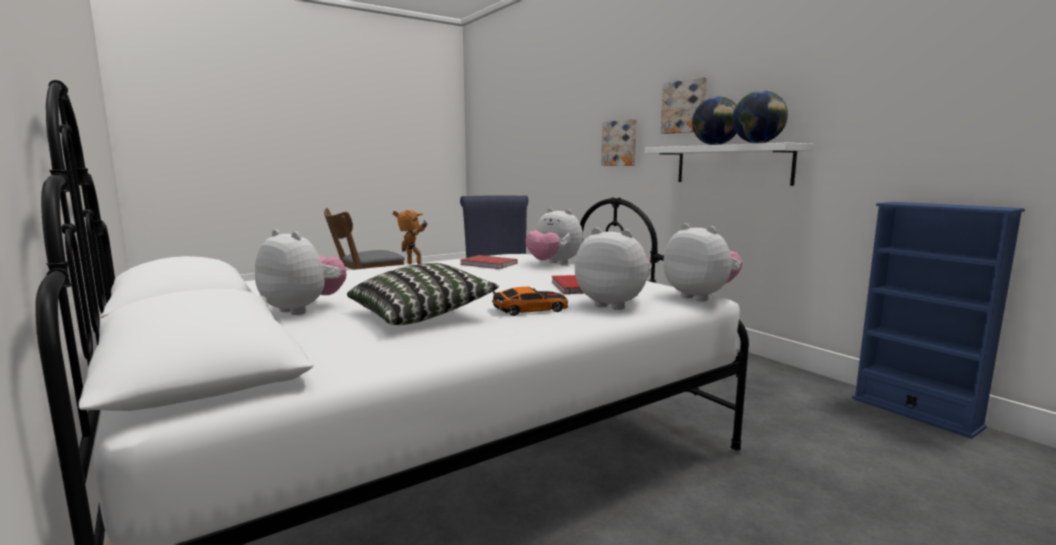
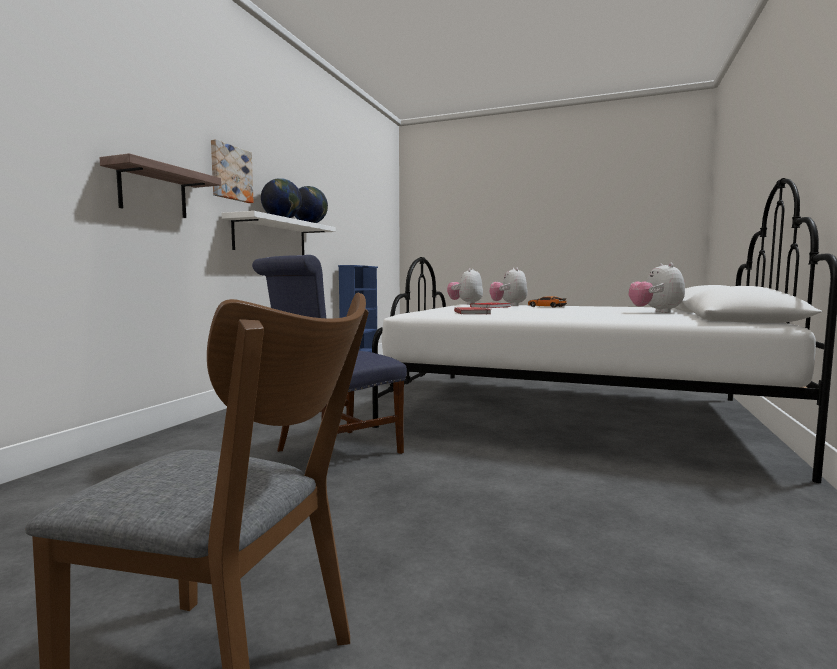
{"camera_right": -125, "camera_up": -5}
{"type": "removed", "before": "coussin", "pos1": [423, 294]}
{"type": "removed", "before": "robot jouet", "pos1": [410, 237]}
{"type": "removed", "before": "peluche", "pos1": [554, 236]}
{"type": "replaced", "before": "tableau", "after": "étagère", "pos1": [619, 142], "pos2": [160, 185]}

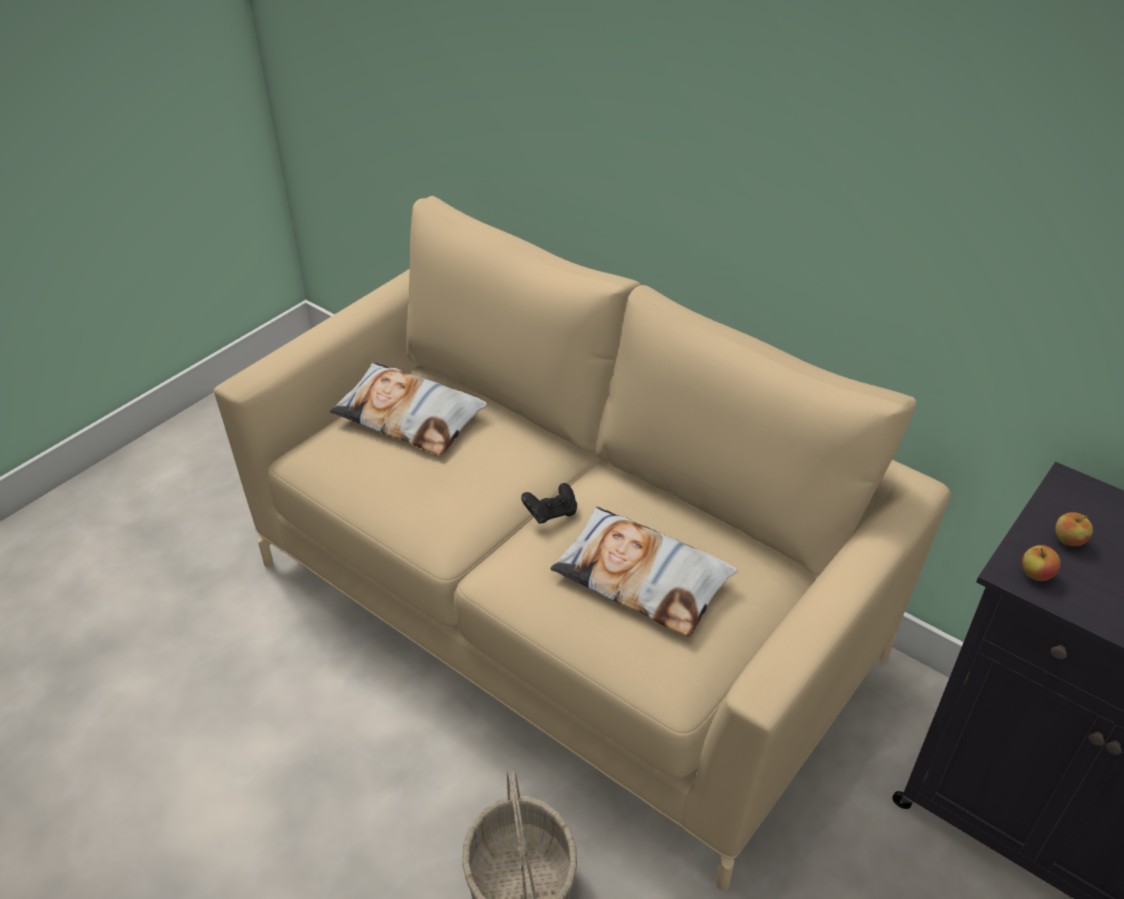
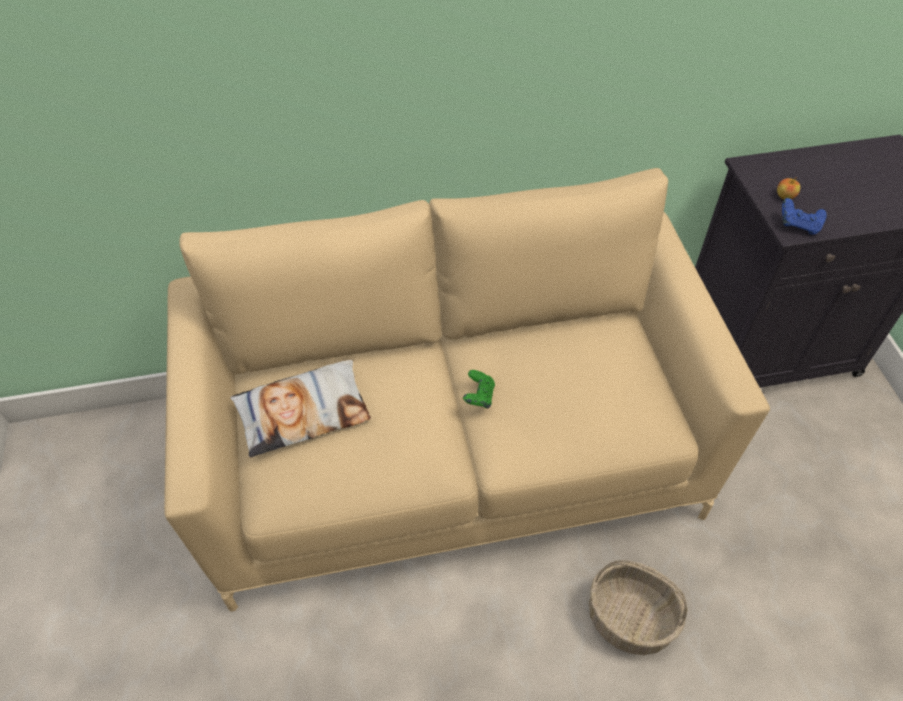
{"camera_right": -50, "camera_up": 10}
{"type": "removed", "before": "coussin", "pos1": [643, 572]}
{"type": "replaced", "before": "pomme", "after": "manette (bleu)", "pos1": [1041, 563], "pos2": [804, 216]}
{"type": "recoloured", "before": "manette (noir)", "after": "manette (vert)", "pos1": [549, 503], "pos2": [479, 389]}

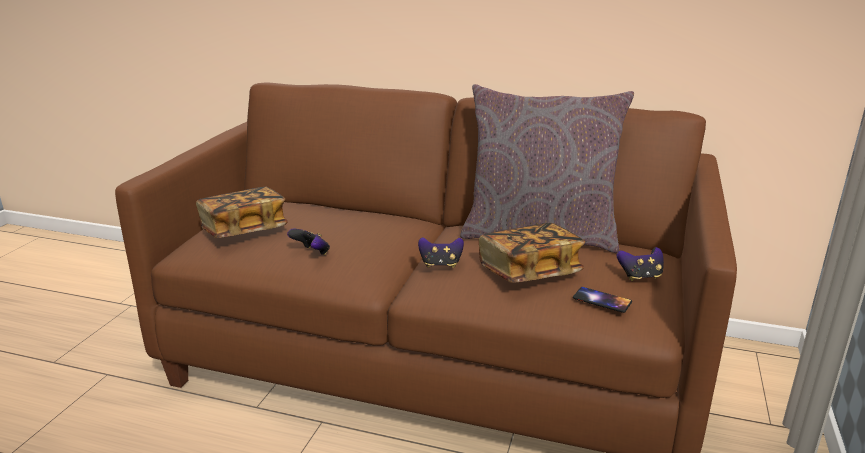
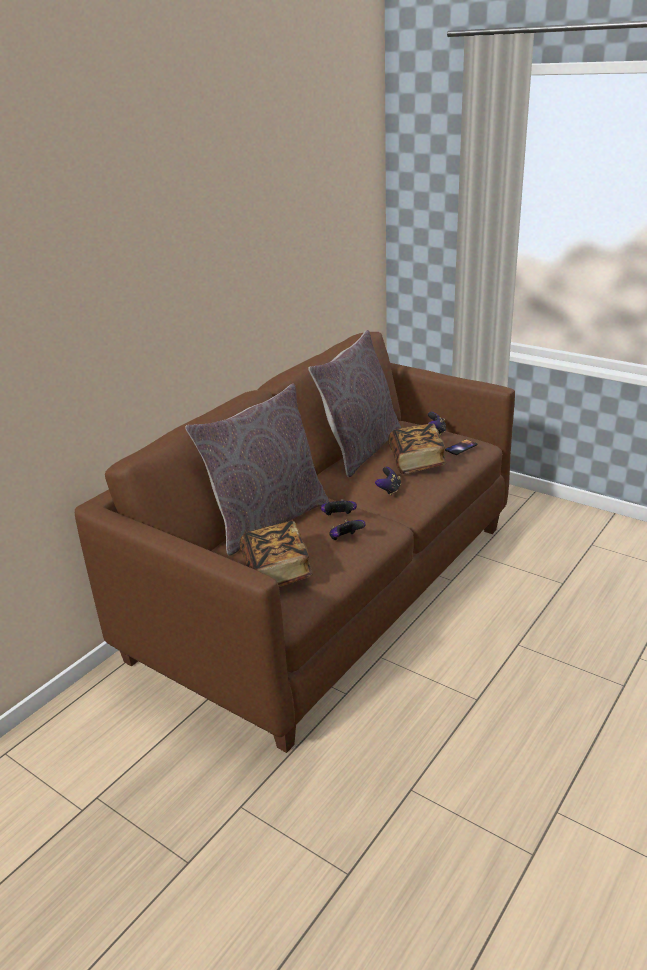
{"camera_right": -70, "camera_up": 5}
{"type": "added", "after": "coussin (gris)", "pos2": [257, 470]}
{"type": "added", "after": "manette", "pos2": [339, 507]}

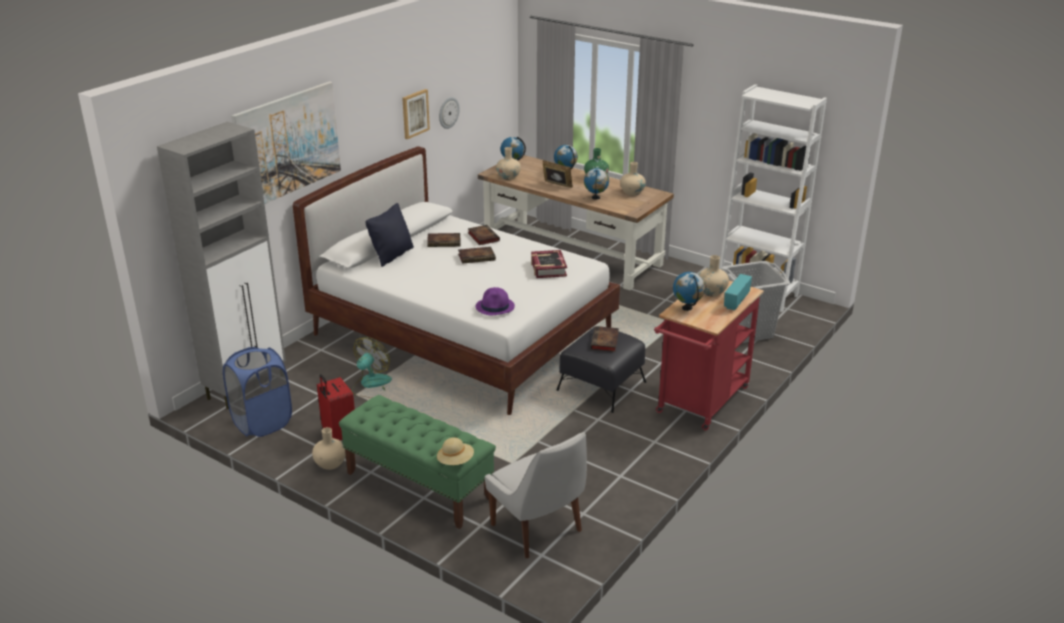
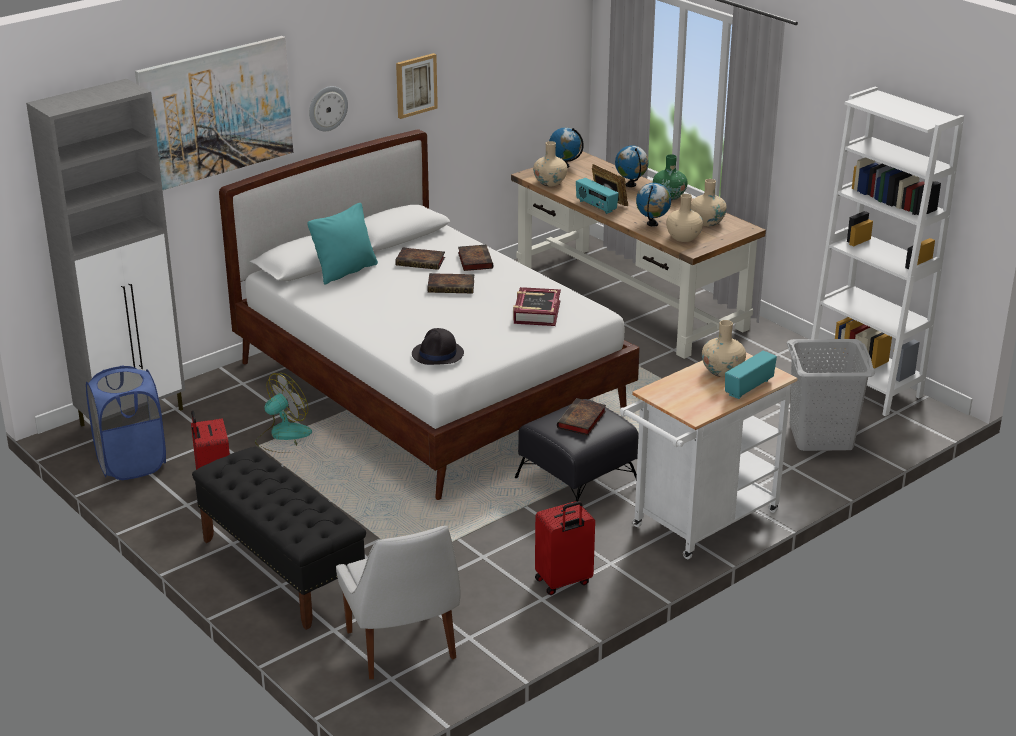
{"camera_right": 15, "camera_up": 0}
{"type": "removed", "before": "chapeau (beige)", "pos1": [455, 451]}
{"type": "removed", "before": "globe", "pos1": [689, 291]}
{"type": "added", "after": "valise (rouge)", "pos2": [565, 548]}
{"type": "added", "after": "radio", "pos2": [597, 196]}
{"type": "moved", "before": "vase (beige)", "pos1": [329, 448], "pos2": [684, 218]}
{"type": "moved", "before": "horloge murale", "pos1": [449, 113], "pos2": [328, 108]}
{"type": "recoloured", "before": "banc (vert)", "after": "banc (noir)", "pos1": [417, 462], "pos2": [279, 538]}
{"type": "recoloured", "before": "coussin (noir)", "after": "coussin (turquoise)", "pos1": [389, 235], "pos2": [343, 243]}
{"type": "recoloured", "before": "chapeau (violet)", "after": "chapeau (noir)", "pos1": [495, 301], "pos2": [438, 346]}
{"type": "recoloured", "before": "chariot (rouge)", "after": "chariot (blanc)", "pos1": [709, 355], "pos2": [708, 455]}

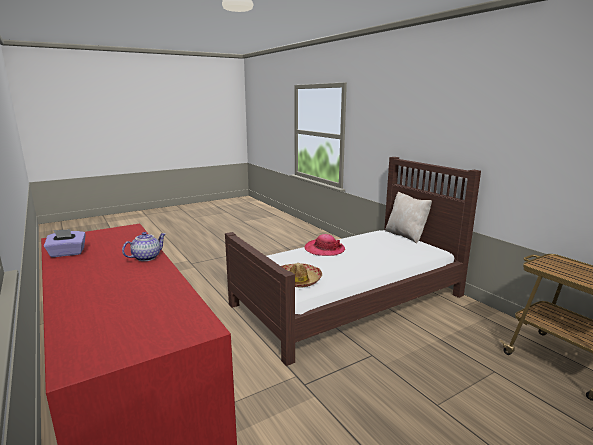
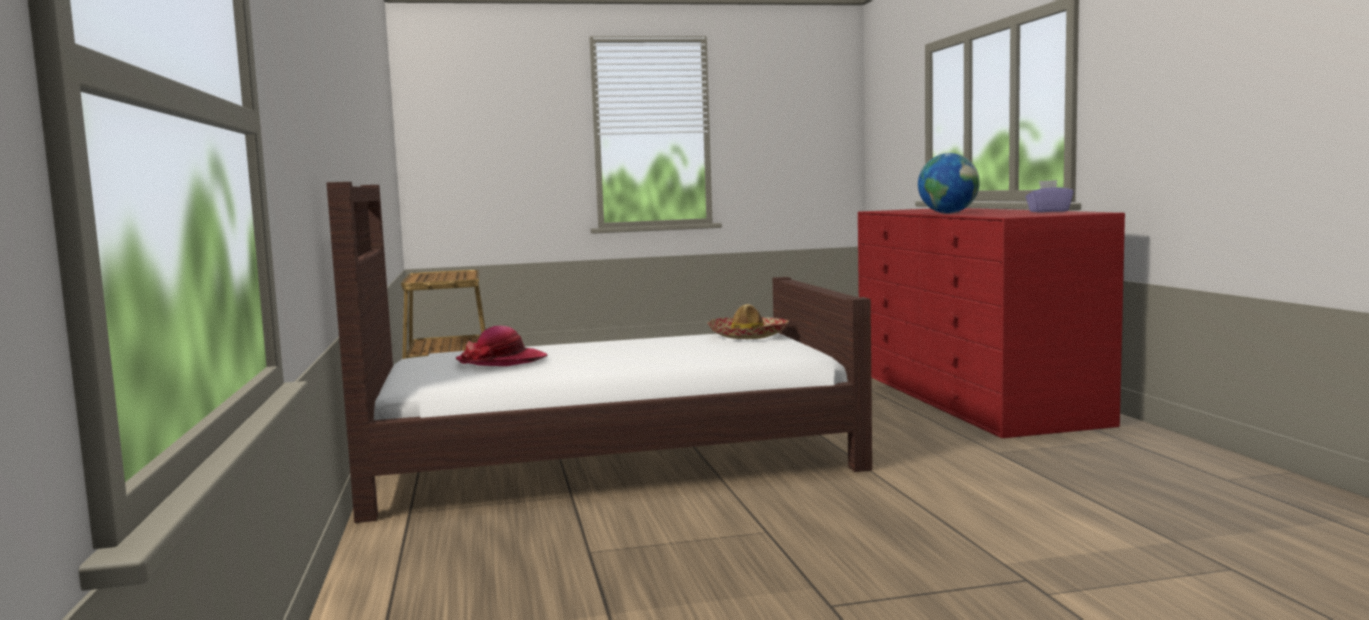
{"camera_right": -160, "camera_up": -10}
{"type": "removed", "before": "coussin (beige)", "pos1": [408, 217]}
{"type": "moved", "before": "chapeau", "pos1": [325, 245], "pos2": [501, 346]}
{"type": "replaced", "before": "théière", "after": "globe", "pos1": [144, 246], "pos2": [949, 183]}

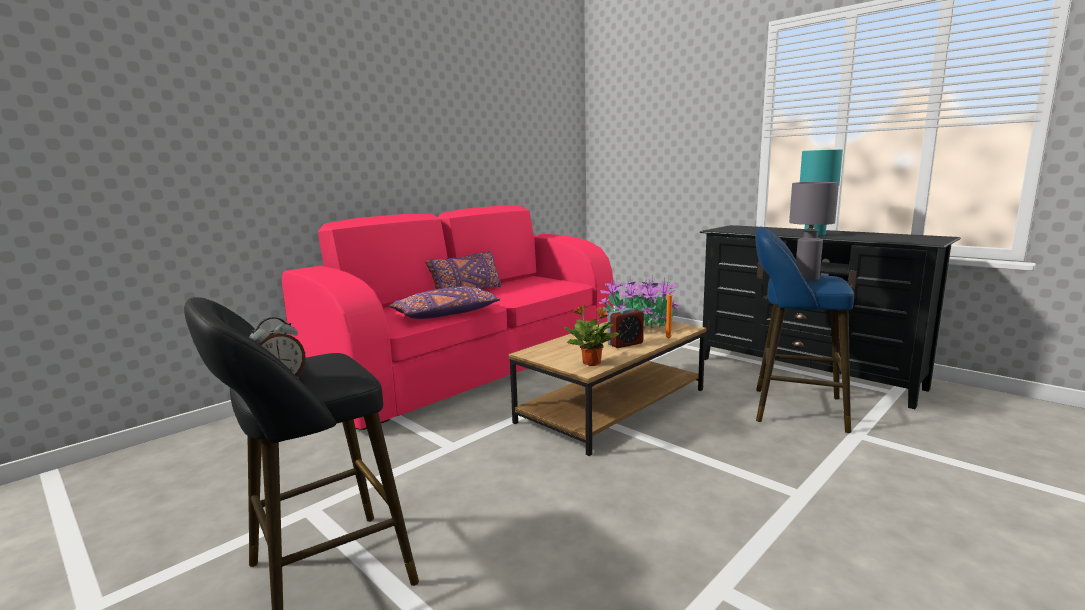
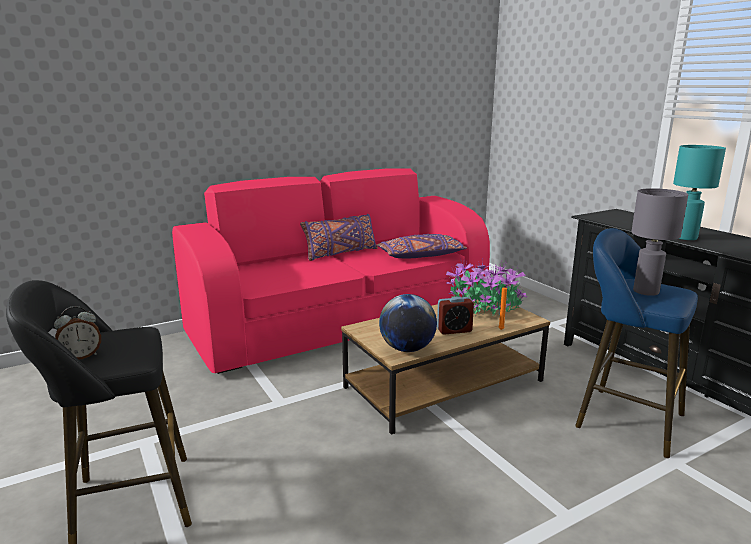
{"camera_right": 15, "camera_up": 5}
{"type": "moved", "before": "coussin (violet)", "pos1": [445, 302], "pos2": [422, 246]}
{"type": "replaced", "before": "plante en pot", "after": "globe", "pos1": [591, 335], "pos2": [408, 323]}

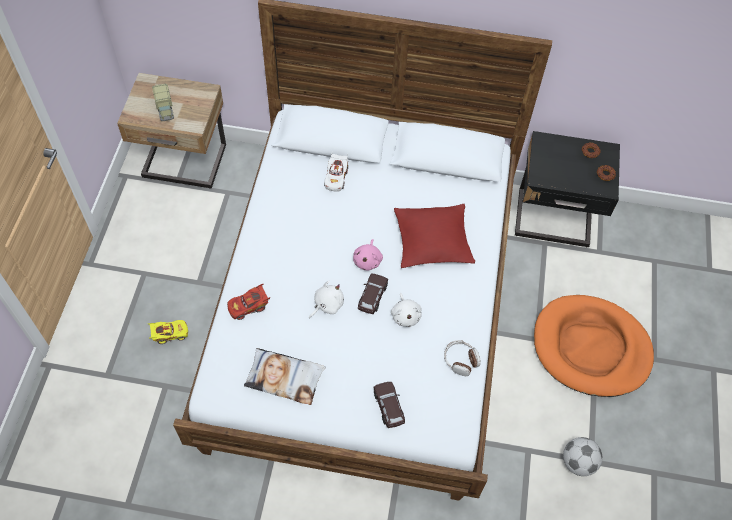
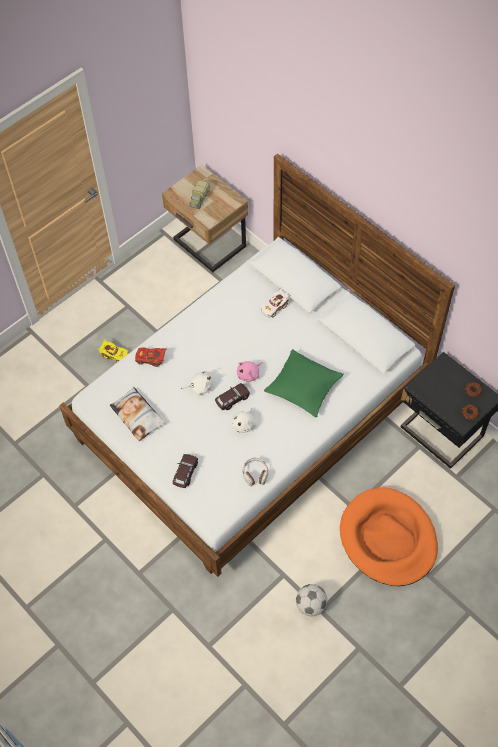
{"camera_right": 40, "camera_up": 0}
{"type": "recoloured", "before": "coussin (rouge)", "after": "coussin (vert)", "pos1": [434, 236], "pos2": [303, 383]}

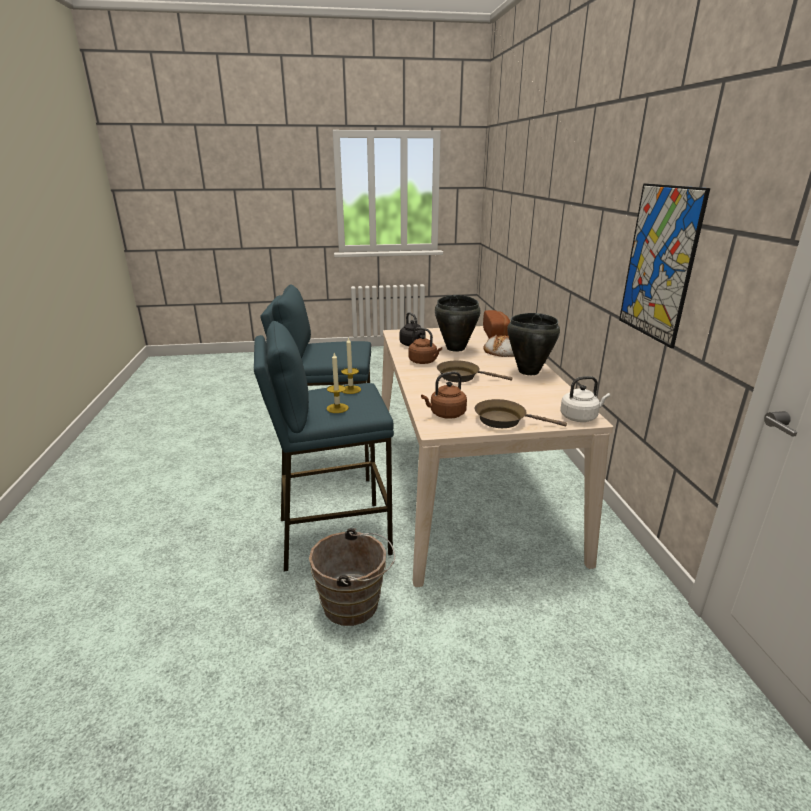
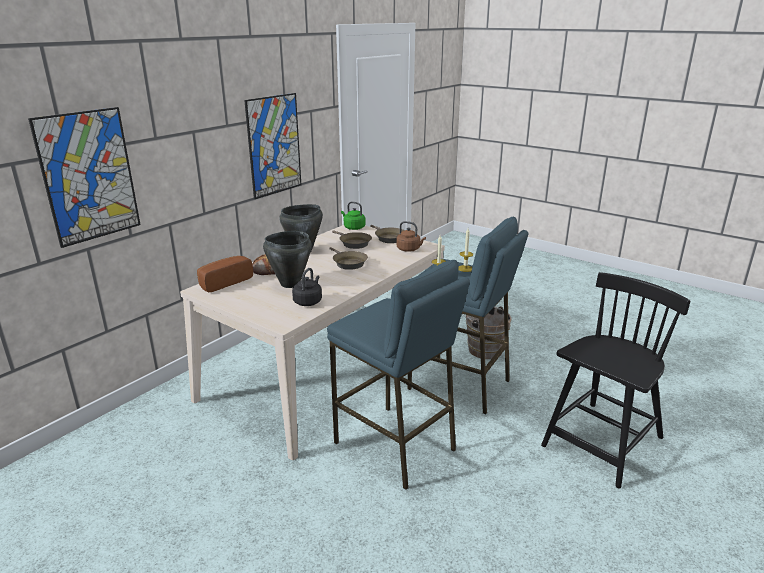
{"camera_right": -135, "camera_up": 0}
{"type": "removed", "before": "bouilloire (marron)", "pos1": [425, 345]}
{"type": "added", "after": "tableau", "pos2": [84, 177]}
{"type": "added", "after": "poêle (marron)", "pos2": [352, 239]}
{"type": "added", "after": "chaise (noir)", "pos2": [615, 380]}
{"type": "recoloured", "before": "bouilloire (blanc)", "after": "bouilloire (vert)", "pos1": [585, 399], "pos2": [353, 215]}

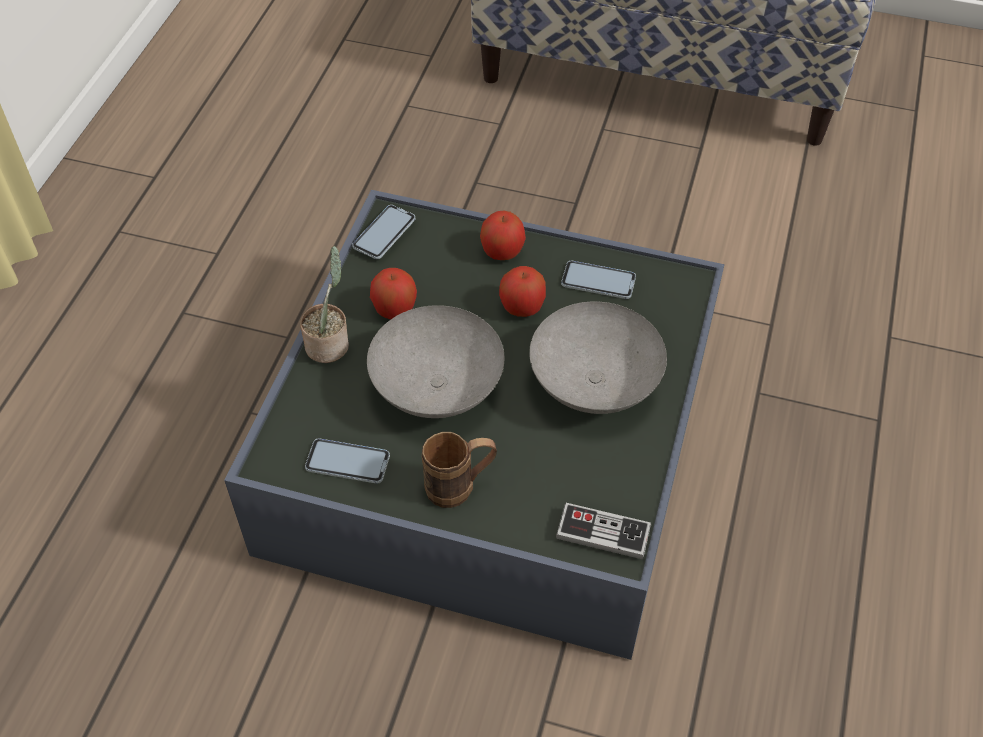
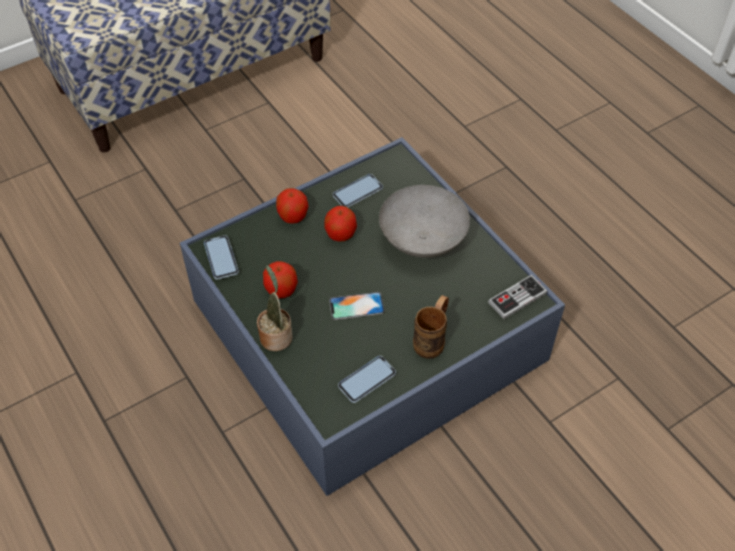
{"camera_right": -50, "camera_up": 0}
{"type": "replaced", "before": "bol (gris)", "after": "téléphone", "pos1": [436, 361], "pos2": [357, 306]}

